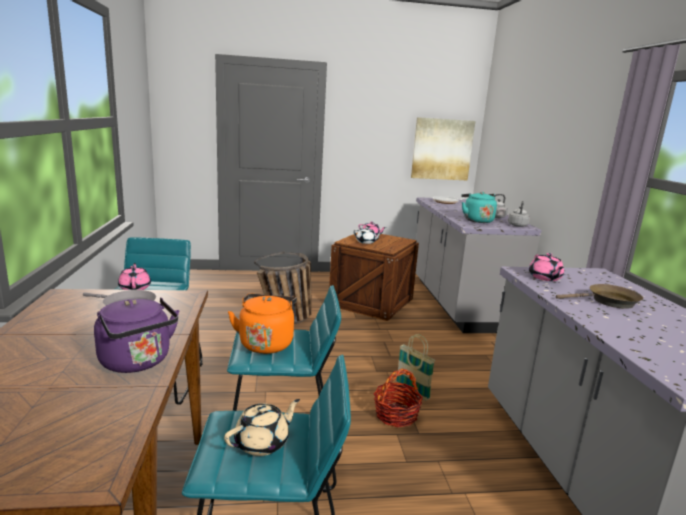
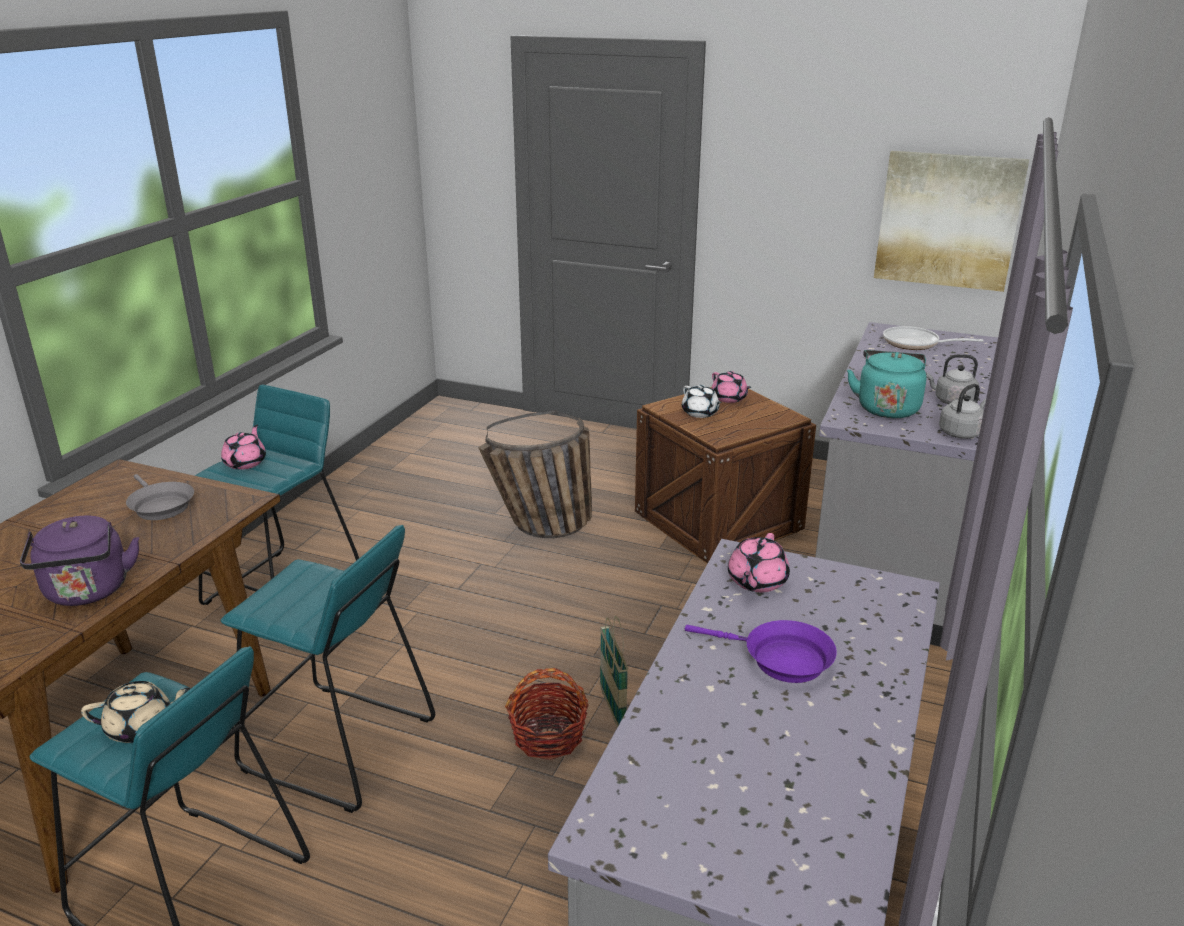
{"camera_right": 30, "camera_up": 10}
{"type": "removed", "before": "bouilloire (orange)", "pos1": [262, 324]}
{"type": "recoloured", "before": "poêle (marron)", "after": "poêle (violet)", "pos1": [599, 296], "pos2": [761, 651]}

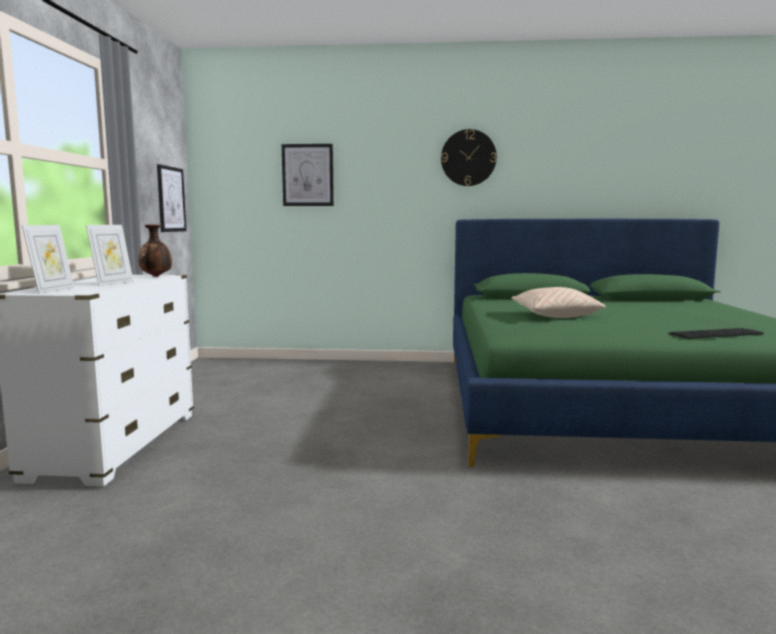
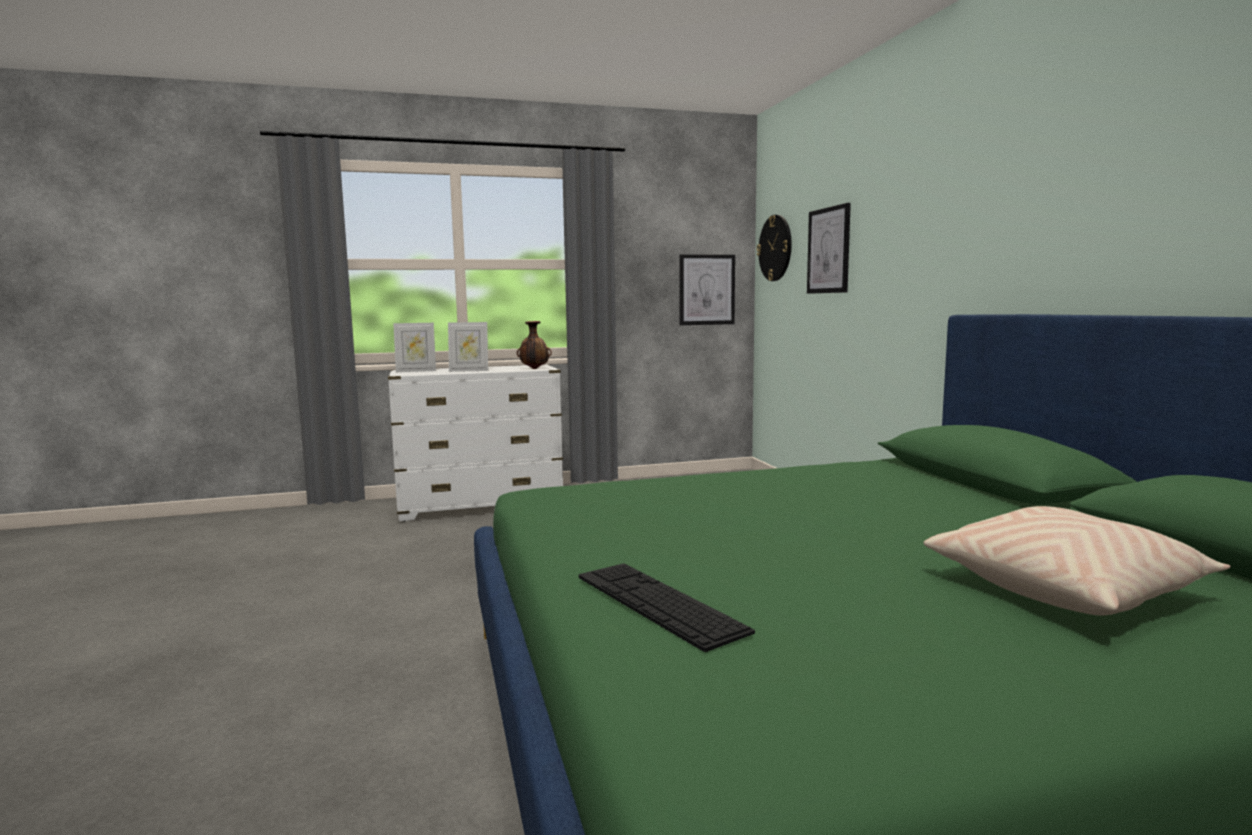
{"camera_right": 70, "camera_up": 0}
{"type": "moved", "before": "horloge murale", "pos1": [469, 157], "pos2": [774, 248]}
{"type": "moved", "before": "coussin (beige)", "pos1": [558, 302], "pos2": [1077, 560]}

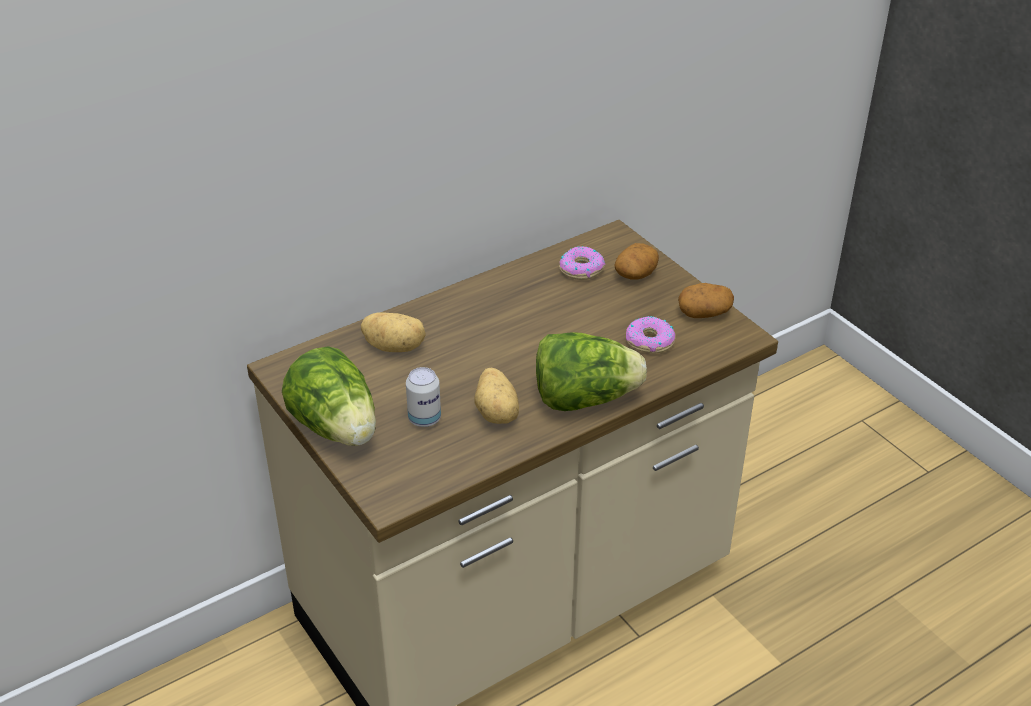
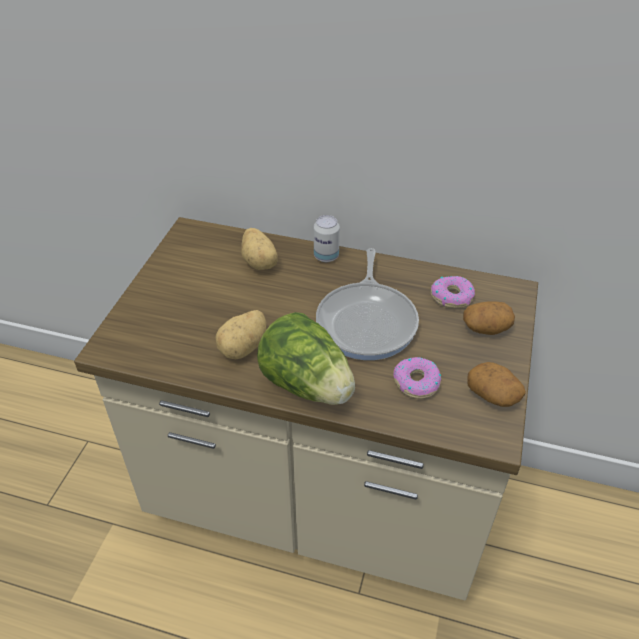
{"camera_right": 50, "camera_up": 5}
{"type": "removed", "before": "laitue", "pos1": [329, 396]}
{"type": "added", "after": "poêle", "pos2": [367, 304]}
{"type": "moved", "before": "boîte métallique", "pos1": [423, 397], "pos2": [327, 238]}

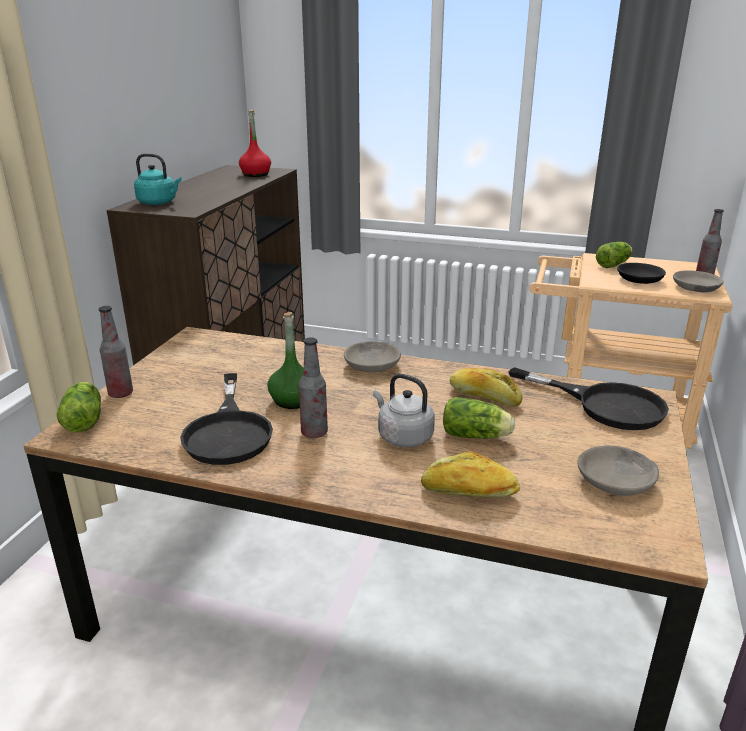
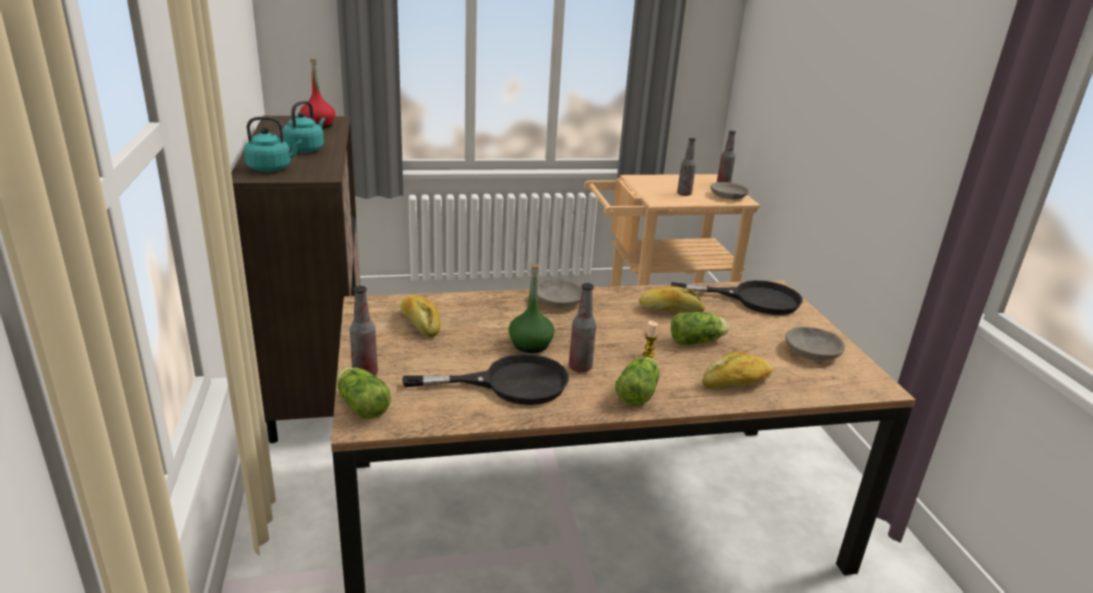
{"camera_right": -30, "camera_up": 0}
{"type": "added", "after": "bouilloire (turquoise)", "pos2": [304, 127]}
{"type": "added", "after": "pain", "pos2": [420, 316]}
{"type": "moved", "before": "laitue", "pos1": [614, 255], "pos2": [637, 381]}
{"type": "replaced", "before": "bouilloire (gris)", "after": "bougie", "pos1": [404, 410], "pos2": [650, 339]}
{"type": "replaced", "before": "bol (noir)", "after": "bouteille", "pos1": [641, 273], "pos2": [686, 167]}
{"type": "turned", "before": "poêle (noir)", "pos1": [226, 419], "pos2": [485, 379], "turn": -60}

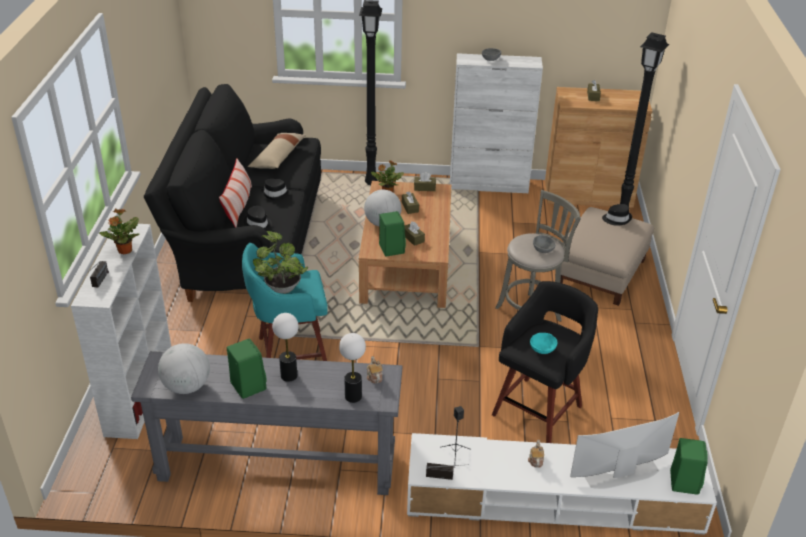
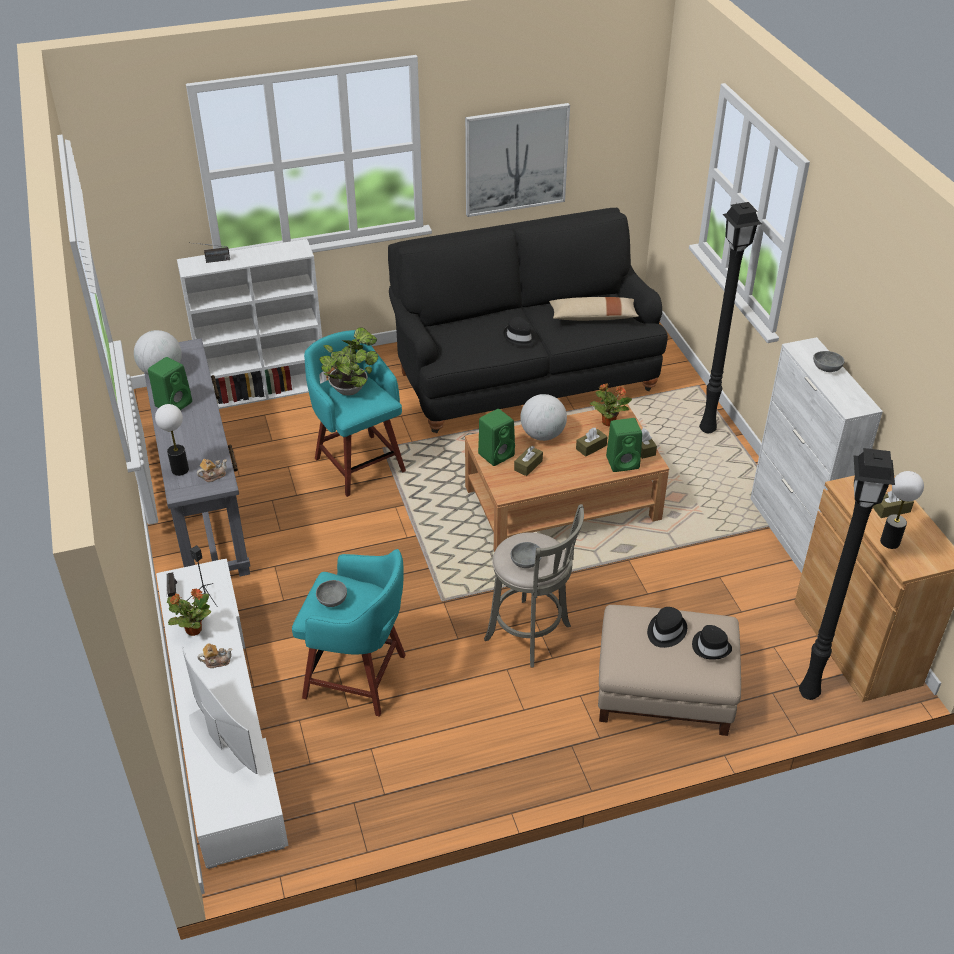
{"camera_right": 70, "camera_up": 5}
{"type": "removed", "before": "coussin", "pos1": [235, 193]}
{"type": "added", "after": "tableau", "pos2": [517, 160]}
{"type": "moved", "before": "plante en pot", "pos1": [119, 231], "pos2": [189, 612]}
{"type": "moved", "before": "chapeau (noir)", "pos1": [258, 219], "pos2": [667, 627]}
{"type": "moved", "before": "lampe de table", "pos1": [285, 347], "pos2": [902, 510]}
{"type": "moved", "before": "enceinte (vert)", "pos1": [689, 466], "pos2": [624, 445]}
{"type": "recoloured", "before": "tabouret (noir)", "after": "tabouret (turquoise)", "pos1": [545, 362], "pos2": [349, 633]}
{"type": "recoloured", "before": "bol (turquoise)", "after": "bol (gris)", "pos1": [543, 343], "pos2": [331, 593]}

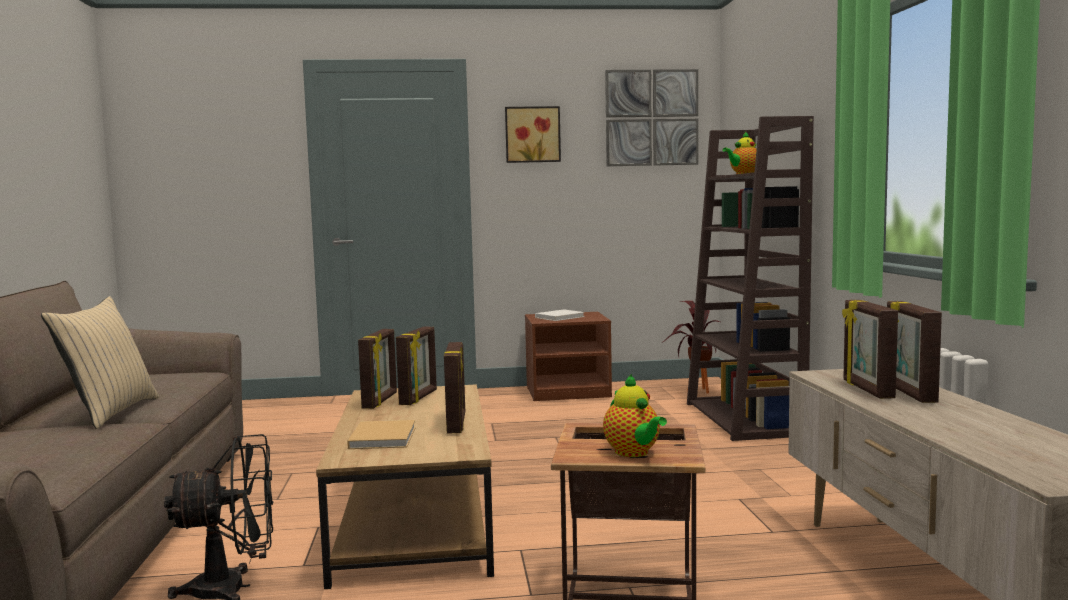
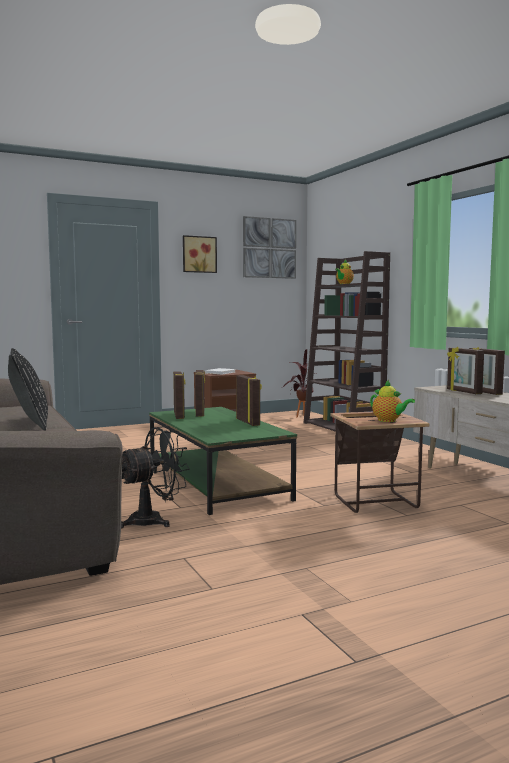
{"camera_right": -20, "camera_up": 0}
{"type": "removed", "before": "livre (beige)", "pos1": [381, 434]}
{"type": "recoloured", "before": "coussin (beige)", "after": "coussin (noir)", "pos1": [100, 362], "pos2": [28, 389]}
{"type": "recoloured", "before": "table basse (marron)", "after": "table basse (vert)", "pos1": [405, 486], "pos2": [223, 461]}

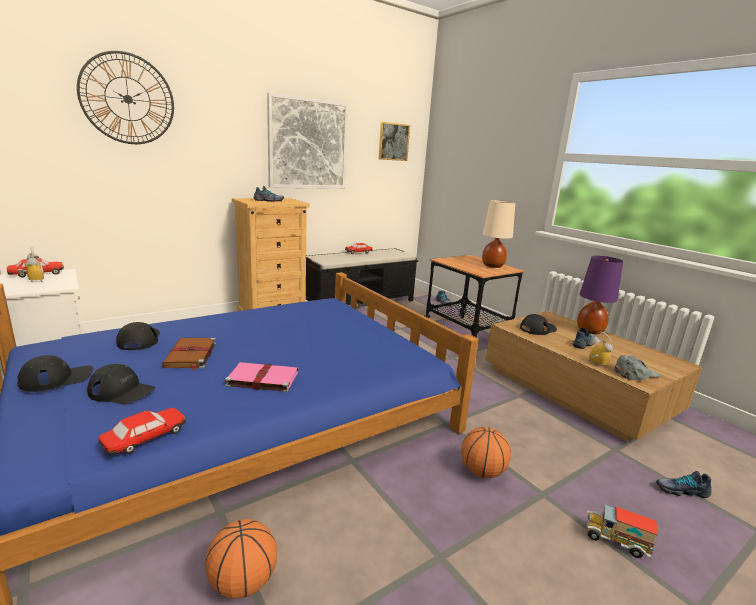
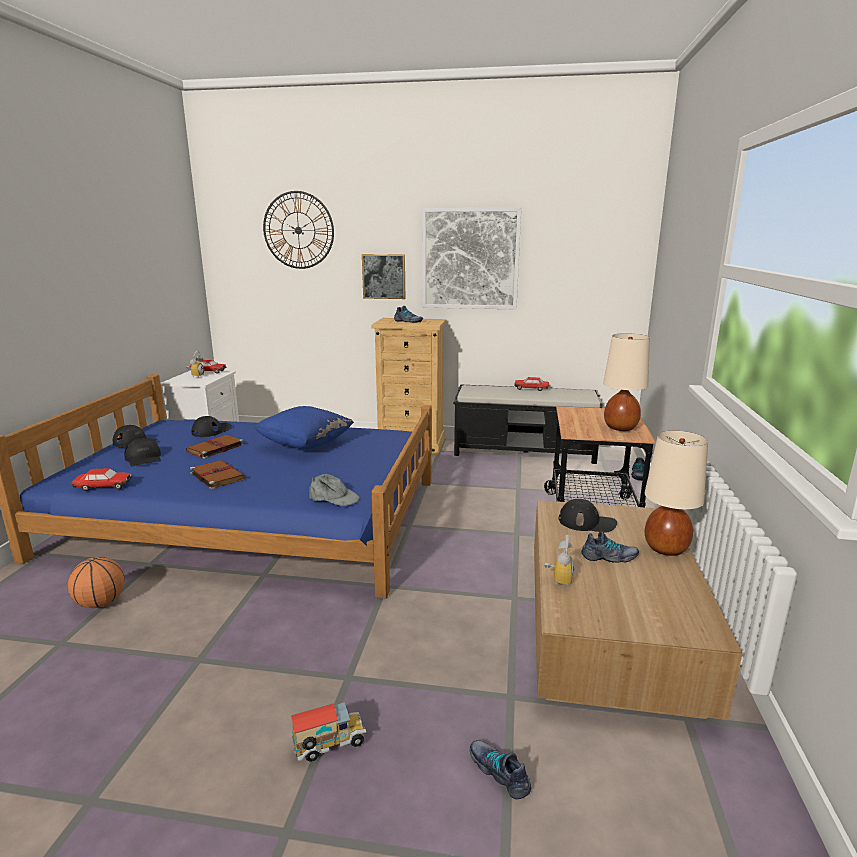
{"camera_right": 45, "camera_up": 0}
{"type": "removed", "before": "ballon de basket", "pos1": [486, 452]}
{"type": "added", "after": "coussin (bleu)", "pos2": [303, 427]}
{"type": "moved", "before": "tableau", "pos1": [394, 141], "pos2": [383, 276]}
{"type": "moved", "before": "casquette (gris)", "pos1": [638, 367], "pos2": [334, 490]}
{"type": "recoloured", "before": "livre (rose)", "after": "livre (marron)", "pos1": [261, 377], "pos2": [217, 474]}
{"type": "recoloured", "before": "lampe de table (violet)", "after": "lampe de table (beige)", "pos1": [600, 295], "pos2": [676, 493]}
{"type": "turned", "before": "camion jouet", "pos1": [622, 531], "pos2": [328, 732], "turn": 90}

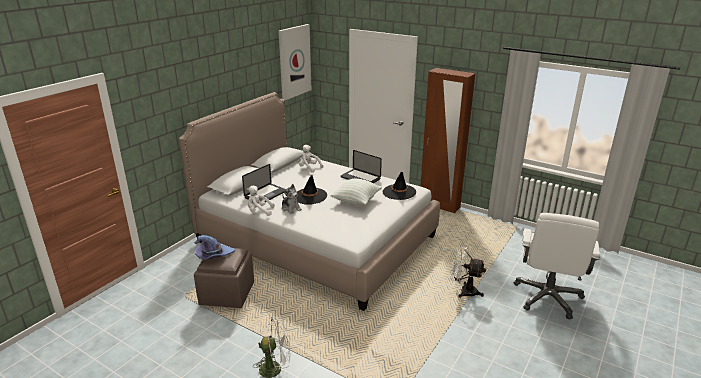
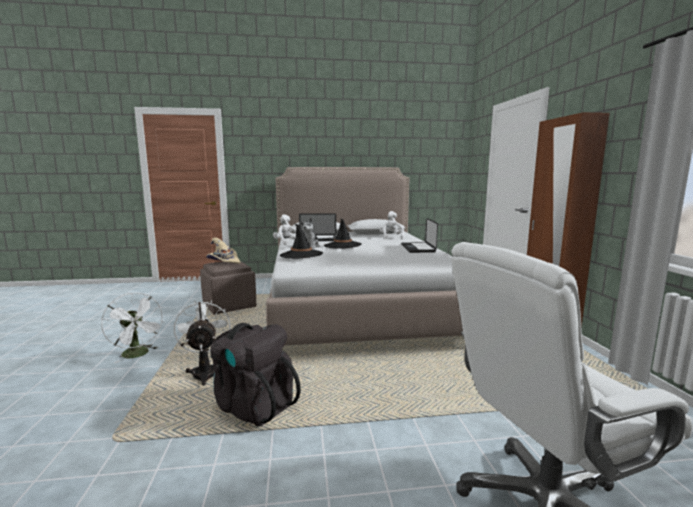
{"camera_right": 50, "camera_up": -15}
{"type": "removed", "before": "tableau", "pos1": [295, 62]}
{"type": "removed", "before": "coussin", "pos1": [356, 192]}
{"type": "added", "after": "sac à dos (noir)", "pos2": [255, 375]}
{"type": "moved", "before": "chapeau (noir)", "pos1": [399, 186], "pos2": [301, 241]}
{"type": "moved", "before": "ventilateur (blanc)", "pos1": [468, 272], "pos2": [202, 343]}
{"type": "recoloured", "before": "chapeau (violet)", "after": "chapeau (beige)", "pos1": [215, 247], "pos2": [223, 251]}

